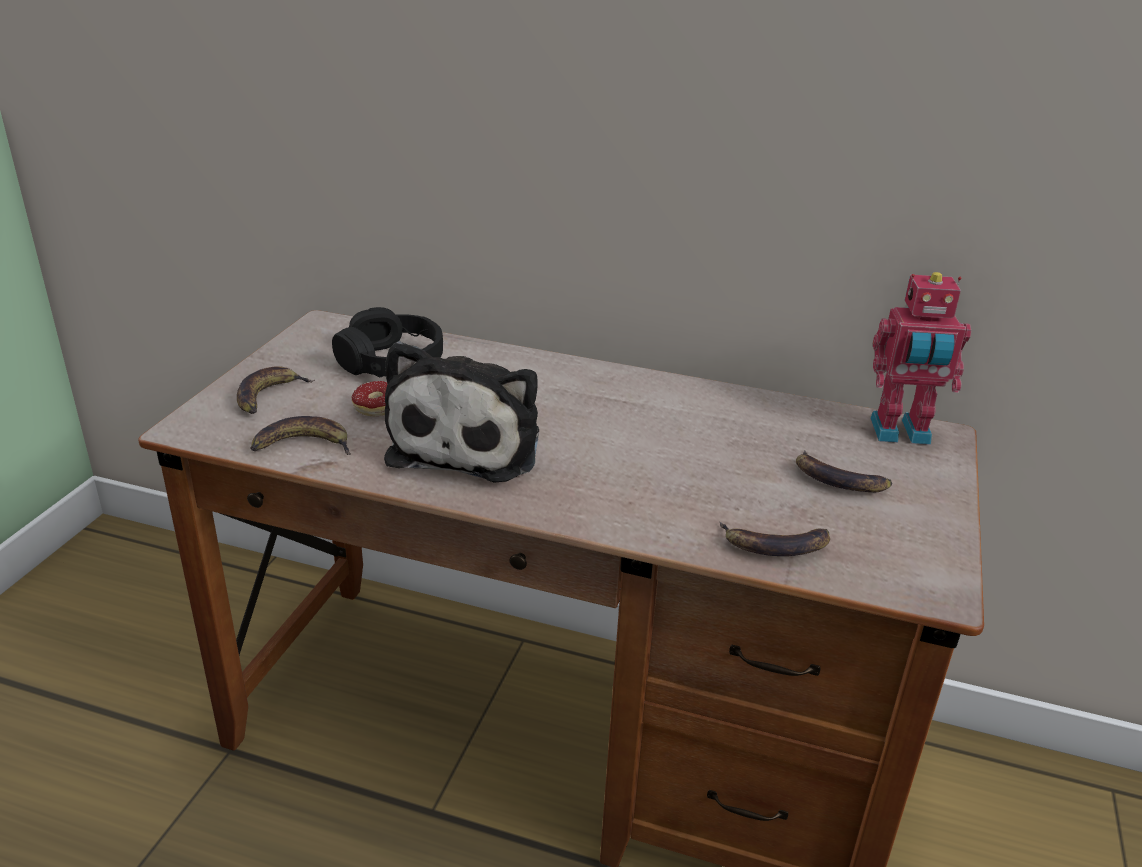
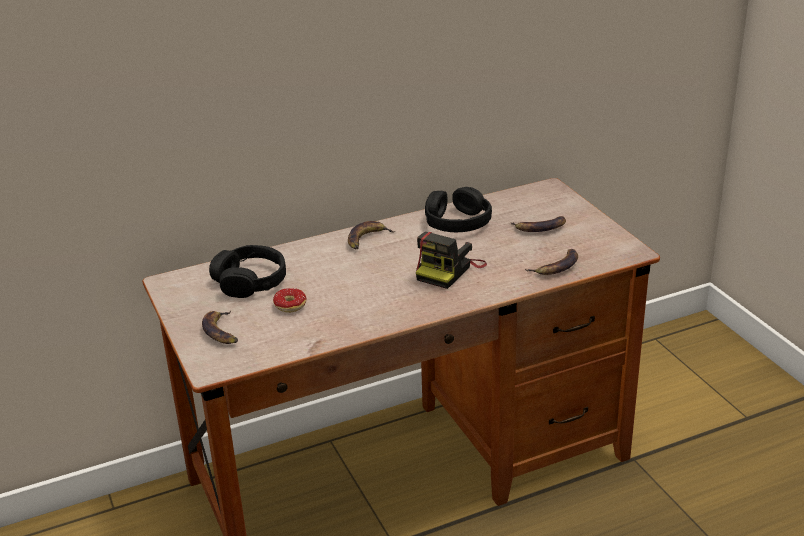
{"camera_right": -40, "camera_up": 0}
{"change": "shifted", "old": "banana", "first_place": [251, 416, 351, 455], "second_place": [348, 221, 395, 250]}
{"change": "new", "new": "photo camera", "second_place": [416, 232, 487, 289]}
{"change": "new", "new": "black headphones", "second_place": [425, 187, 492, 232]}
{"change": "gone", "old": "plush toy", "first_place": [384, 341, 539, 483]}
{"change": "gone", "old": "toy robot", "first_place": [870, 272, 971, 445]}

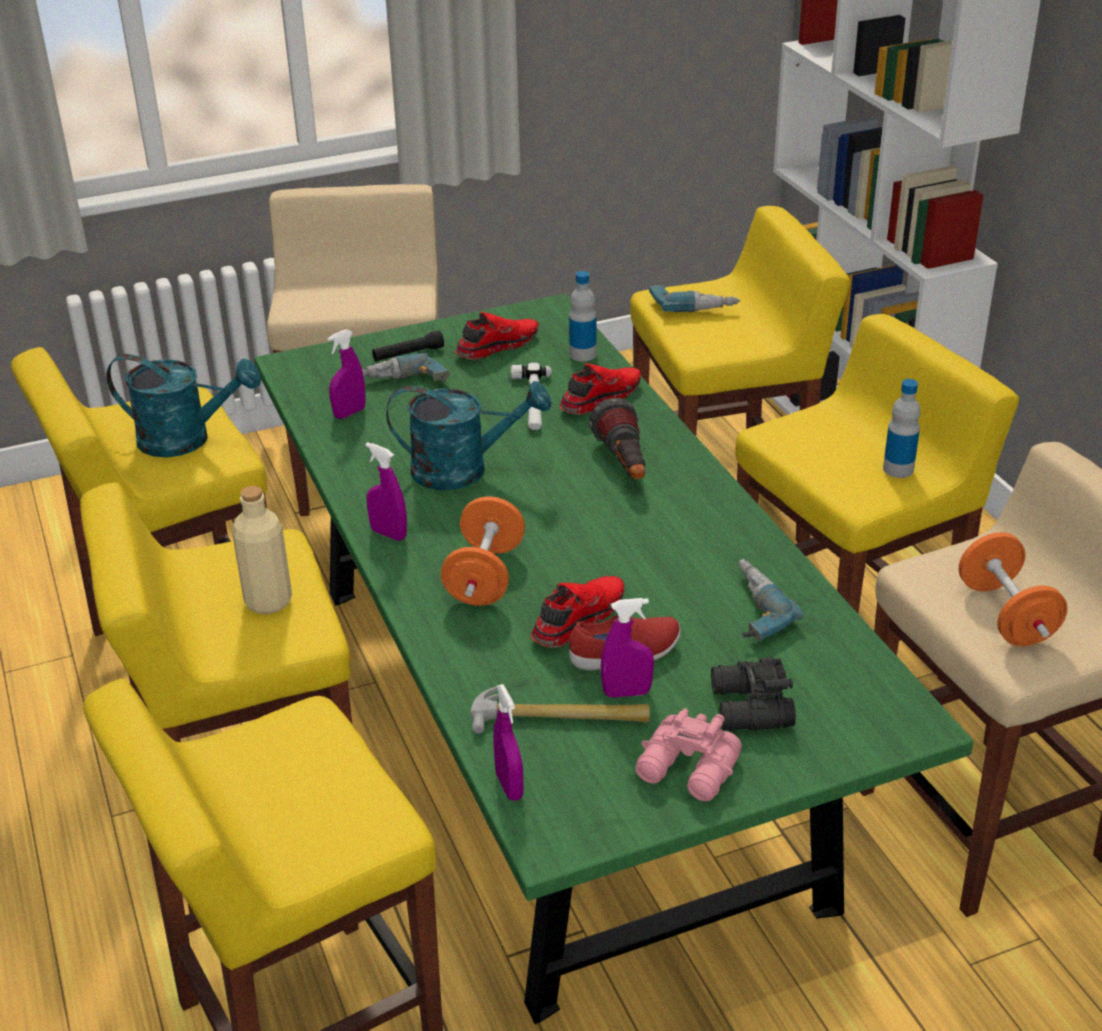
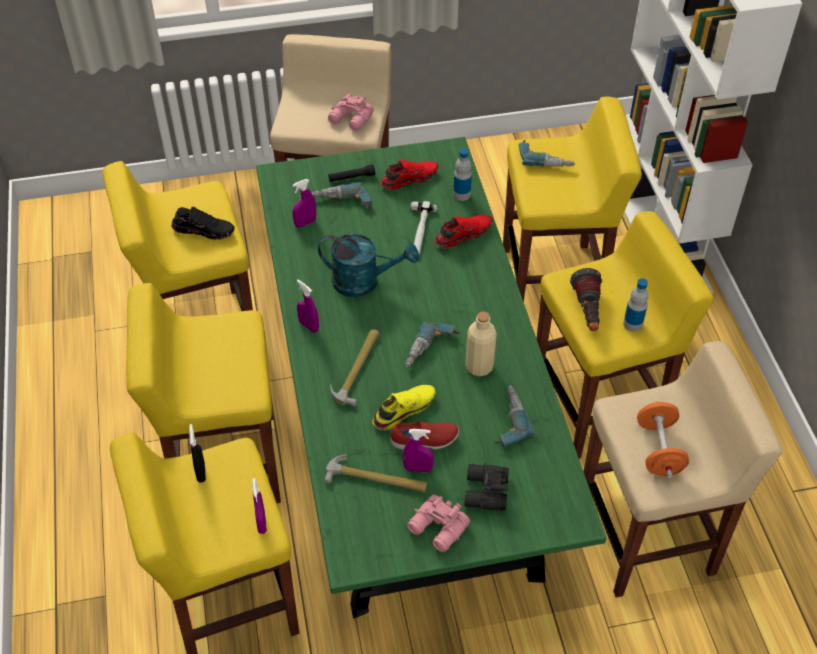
{"camera_right": 10, "camera_up": 15}
{"change": "swapped", "old": "turquoise watering can", "new": "black shoe", "first_place": [106, 354, 261, 457], "second_place": [171, 207, 235, 240]}
{"change": "new", "new": "black spray bottle", "second_place": [189, 424, 206, 483]}
{"change": "shifted", "old": "purple spray bottle", "first_place": [493, 684, 524, 801], "second_place": [252, 478, 267, 534]}
{"change": "new", "new": "pink binoculars", "second_place": [328, 93, 374, 132]}
{"change": "swapped", "old": "orange dumbbell", "new": "hammer", "first_place": [441, 497, 525, 606], "second_place": [330, 329, 379, 406]}
{"change": "repainted", "old": "red shoe", "new": "yellow shoe", "first_place": [531, 576, 625, 648], "second_place": [372, 385, 436, 431]}
{"change": "new", "new": "power drill", "second_place": [405, 321, 460, 368]}
{"change": "shifted", "old": "beige bottle", "first_place": [232, 486, 292, 614], "second_place": [465, 311, 497, 376]}
{"change": "shifted", "old": "flashlight", "first_place": [589, 398, 645, 479], "second_place": [570, 268, 602, 331]}

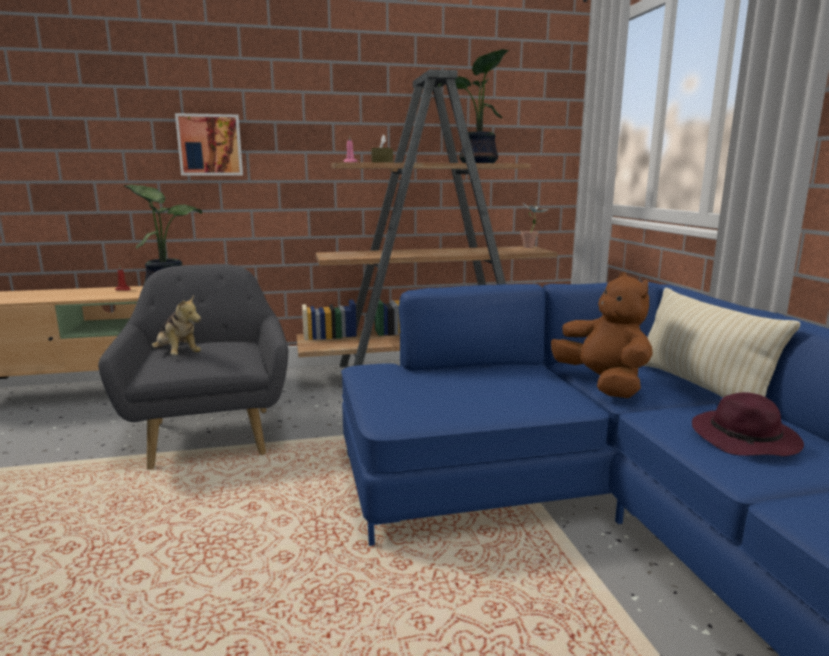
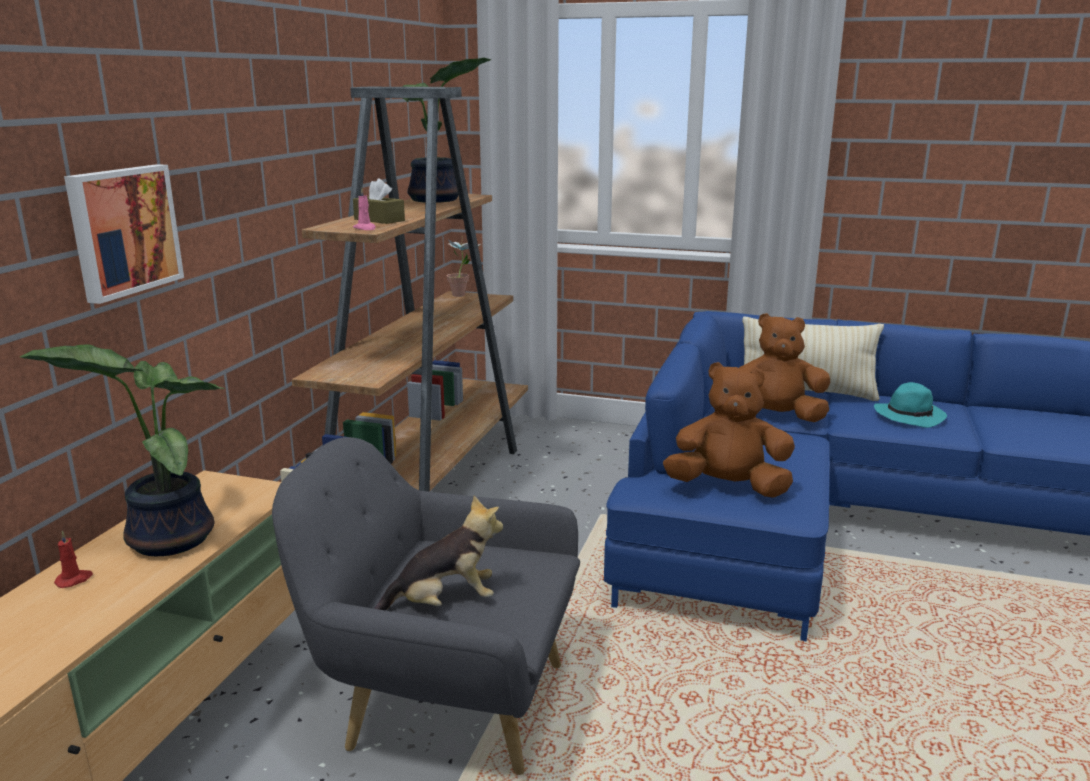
{"camera_right": -60, "camera_up": 5}
{"change": "new", "new": "brown plush toy", "second_place": [663, 362, 795, 498]}
{"change": "repainted", "old": "purple hat", "new": "turquoise hat", "first_place": [692, 392, 804, 456], "second_place": [874, 382, 947, 428]}

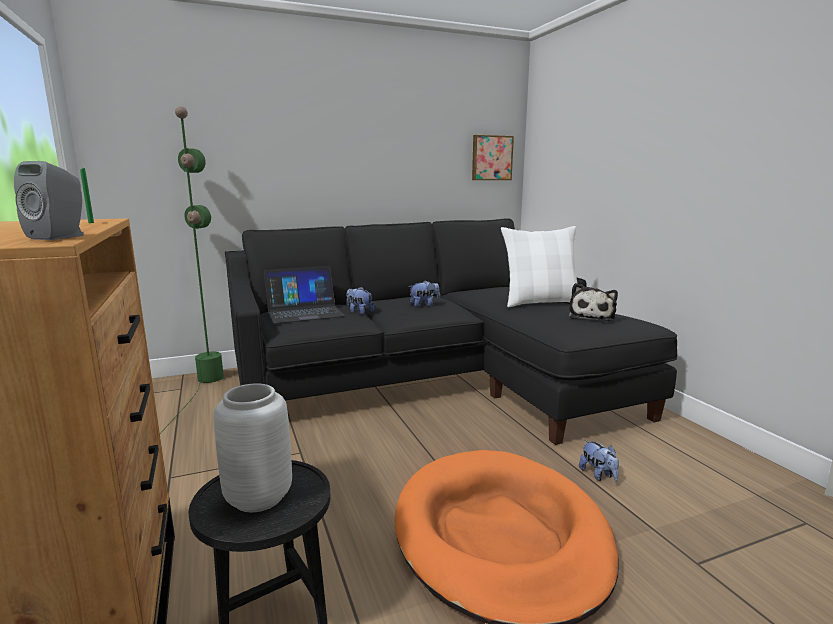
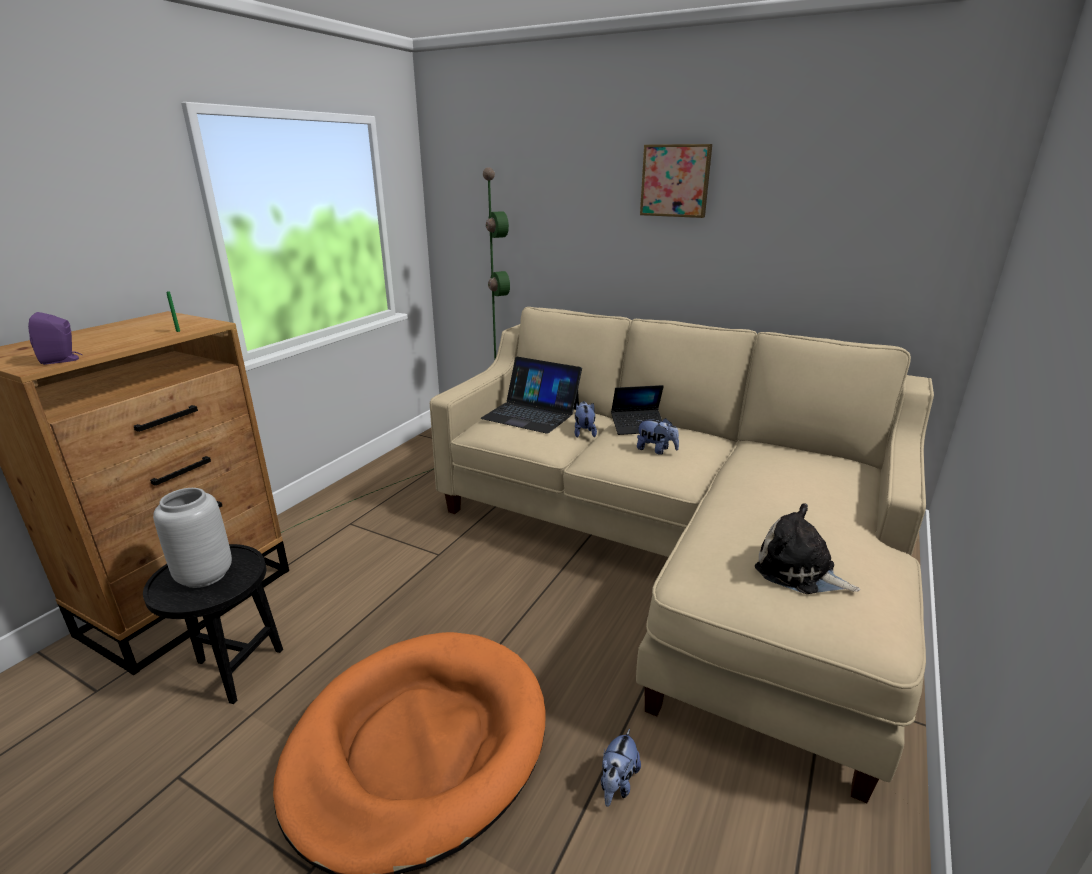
{"camera_right": 50, "camera_up": 10}
{"change": "repainted", "old": "grey speaker", "new": "purple speaker", "first_place": [14, 161, 84, 240], "second_place": [28, 312, 82, 365]}
{"change": "repainted", "old": "black sofa", "new": "beige sofa", "first_place": [225, 218, 677, 445], "second_place": [430, 307, 934, 803]}
{"change": "new", "new": "laptop", "second_place": [611, 385, 664, 435]}
{"change": "shifted", "old": "picture", "first_place": [472, 135, 514, 180], "second_place": [640, 144, 712, 218]}
{"change": "rotated", "old": "plush toy", "first_place": [569, 283, 618, 321], "second_place": [755, 503, 860, 594], "degrees": 60}
{"change": "gone", "old": "white pillow", "first_place": [501, 226, 577, 307]}

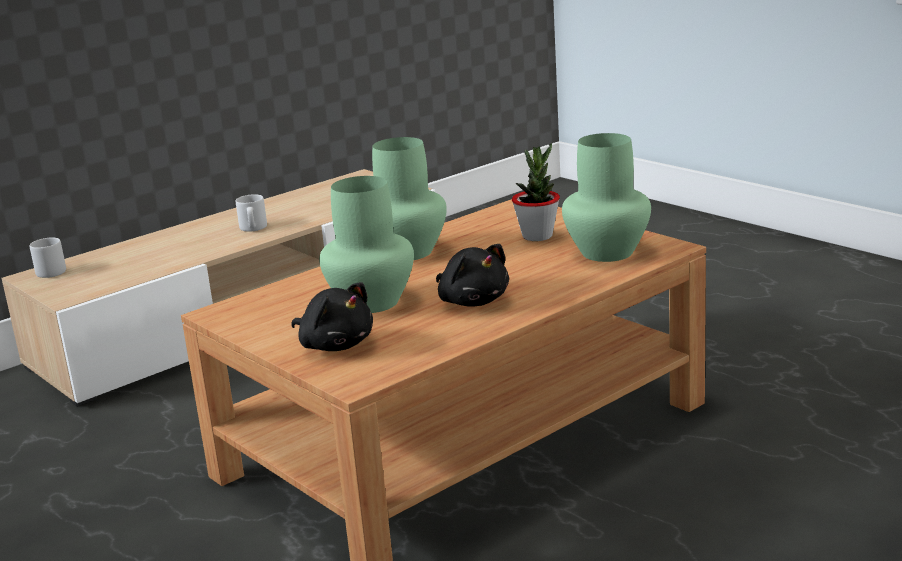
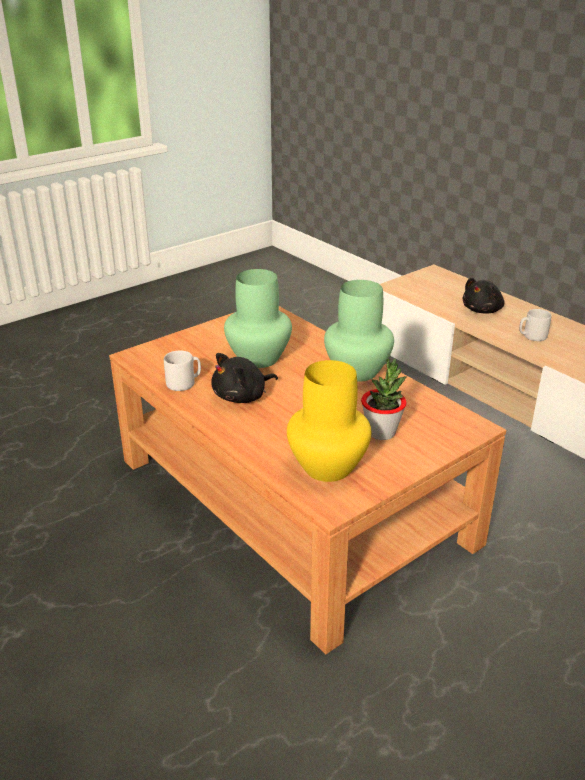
{"camera_right": 90, "camera_up": 10}
{"change": "shifted", "old": "grey mug", "first_place": [30, 238, 66, 278], "second_place": [164, 351, 201, 391]}
{"change": "repainted", "old": "green vase", "new": "yellow vase", "first_place": [562, 133, 651, 262], "second_place": [287, 360, 371, 482]}
{"change": "shifted", "old": "black plush toy", "first_place": [291, 282, 373, 351], "second_place": [462, 278, 505, 314]}

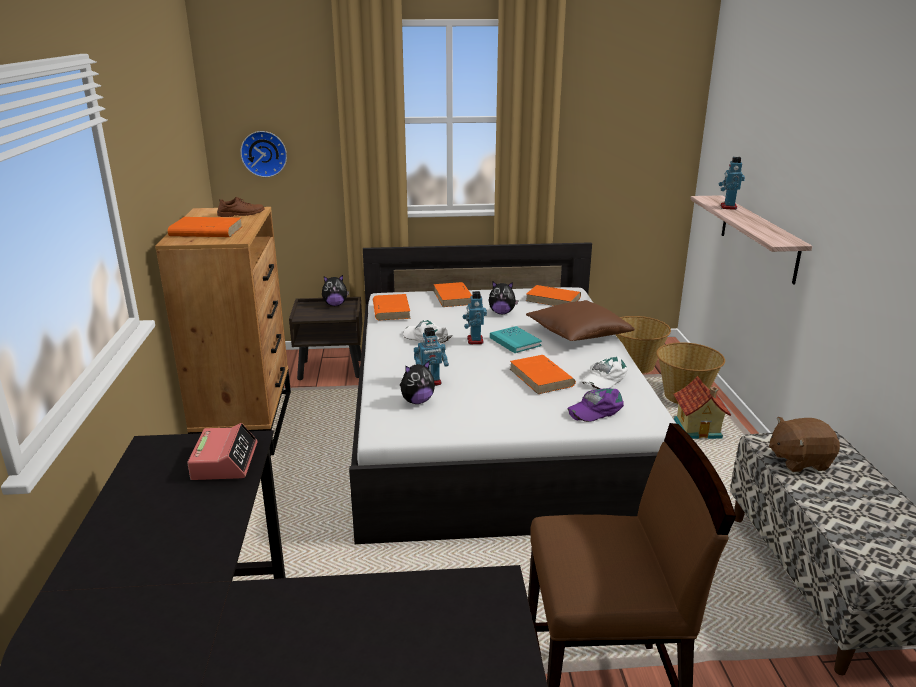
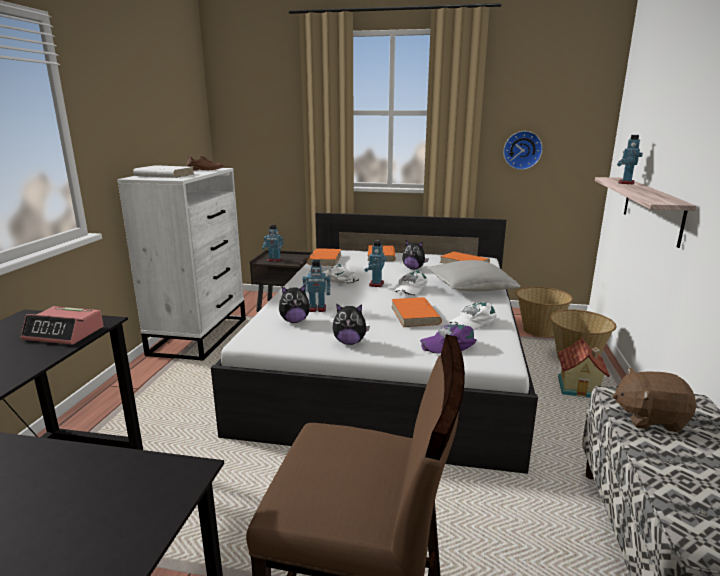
{"camera_right": 15, "camera_up": -5}
{"change": "rotated", "old": "alarm clock", "first_place": [187, 423, 258, 480], "second_place": [21, 306, 104, 345], "degrees": 90}
{"change": "repainted", "old": "brown dresser", "new": "white dresser", "first_place": [155, 207, 291, 455], "second_place": [117, 168, 246, 361]}
{"change": "repainted", "old": "orange book", "new": "white book", "first_place": [168, 217, 243, 237], "second_place": [133, 165, 194, 178]}
{"change": "new", "new": "toy robot", "second_place": [262, 225, 284, 262]}
{"change": "shifted", "old": "plush toy", "first_place": [322, 275, 349, 306], "second_place": [333, 304, 370, 345]}
{"change": "swapped", "old": "turquoise book", "new": "white cap", "first_place": [490, 326, 542, 353], "second_place": [394, 270, 428, 296]}
{"change": "repainted", "old": "brown pillow", "new": "grey pillow", "first_place": [526, 300, 635, 341], "second_place": [428, 260, 520, 291]}
{"change": "shifted", "old": "wall clock", "first_place": [240, 131, 287, 177], "second_place": [503, 131, 543, 170]}

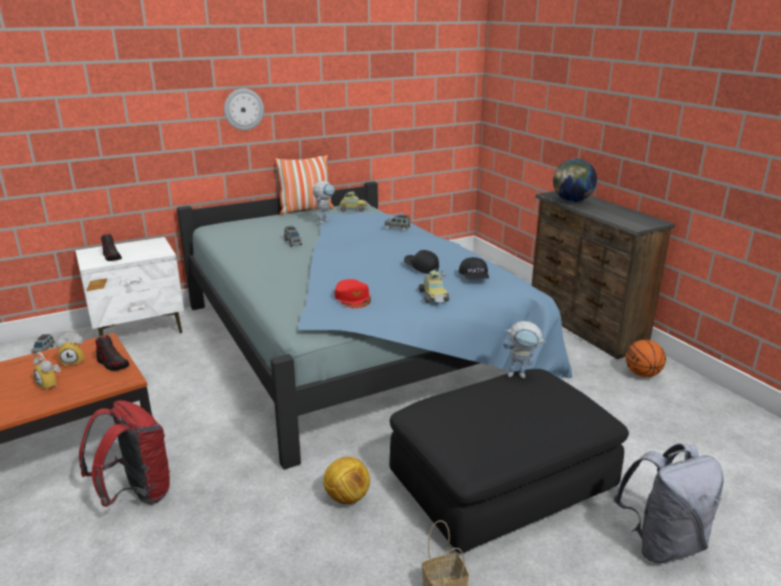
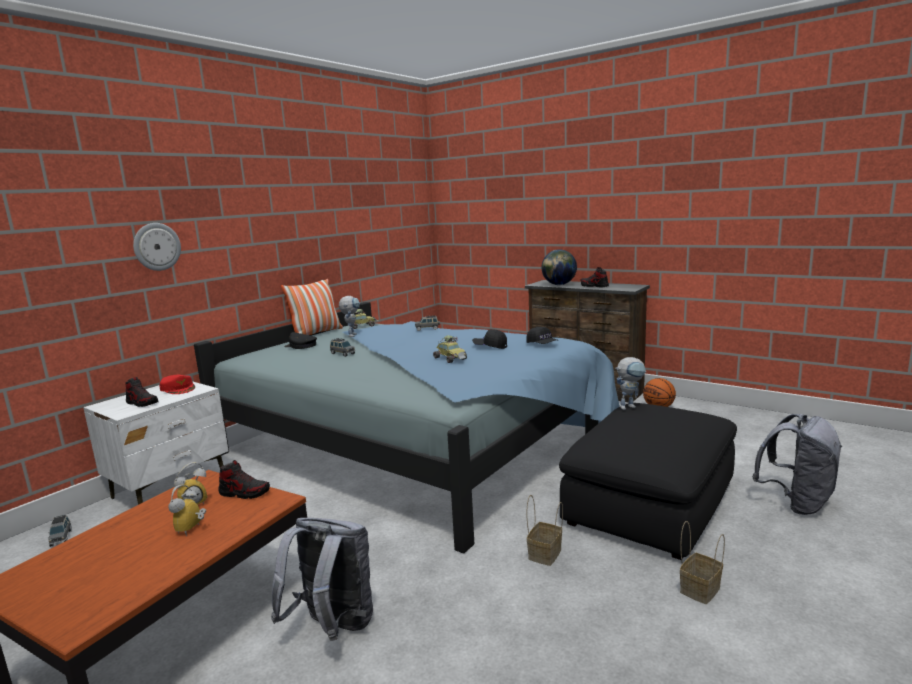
{"camera_right": -25, "camera_up": -10}
{"change": "shifted", "old": "wall clock", "first_place": [224, 89, 264, 130], "second_place": [133, 223, 181, 271]}
{"change": "shifted", "old": "red cap", "first_place": [334, 279, 371, 308], "second_place": [159, 375, 195, 394]}
{"change": "rotated", "old": "alarm clock", "first_place": [33, 352, 61, 390], "second_place": [168, 485, 206, 536], "degrees": 90}
{"change": "repainted", "old": "red backpack", "new": "grey backpack", "first_place": [79, 400, 171, 507], "second_place": [271, 518, 373, 641]}
{"change": "new", "new": "black cap", "second_place": [284, 332, 317, 349]}
{"change": "shifted", "old": "toy car", "first_place": [419, 270, 449, 303], "second_place": [433, 335, 467, 363]}
{"change": "swapped", "old": "football", "new": "basket", "first_place": [323, 457, 370, 504], "second_place": [527, 495, 563, 566]}
{"change": "new", "new": "shoe", "second_place": [581, 267, 609, 288]}

